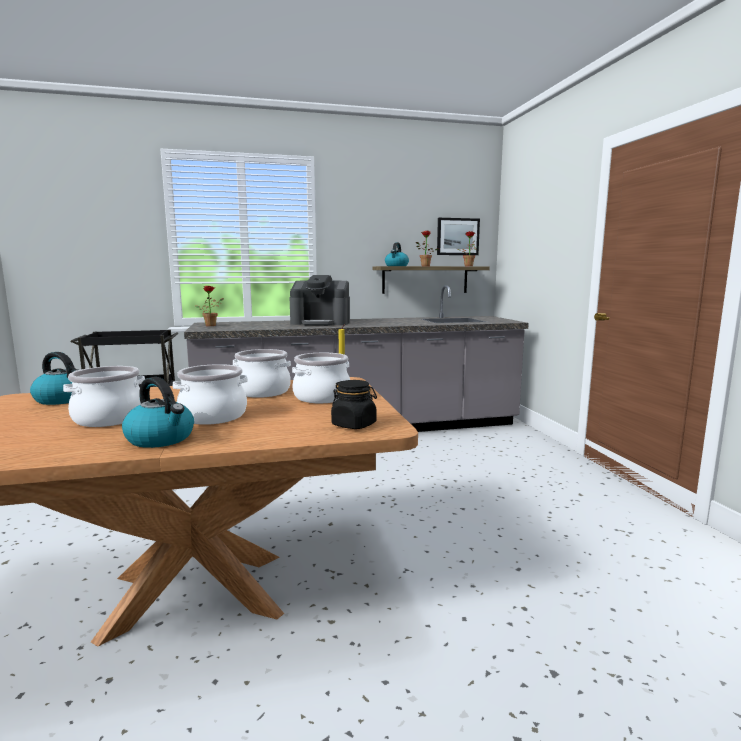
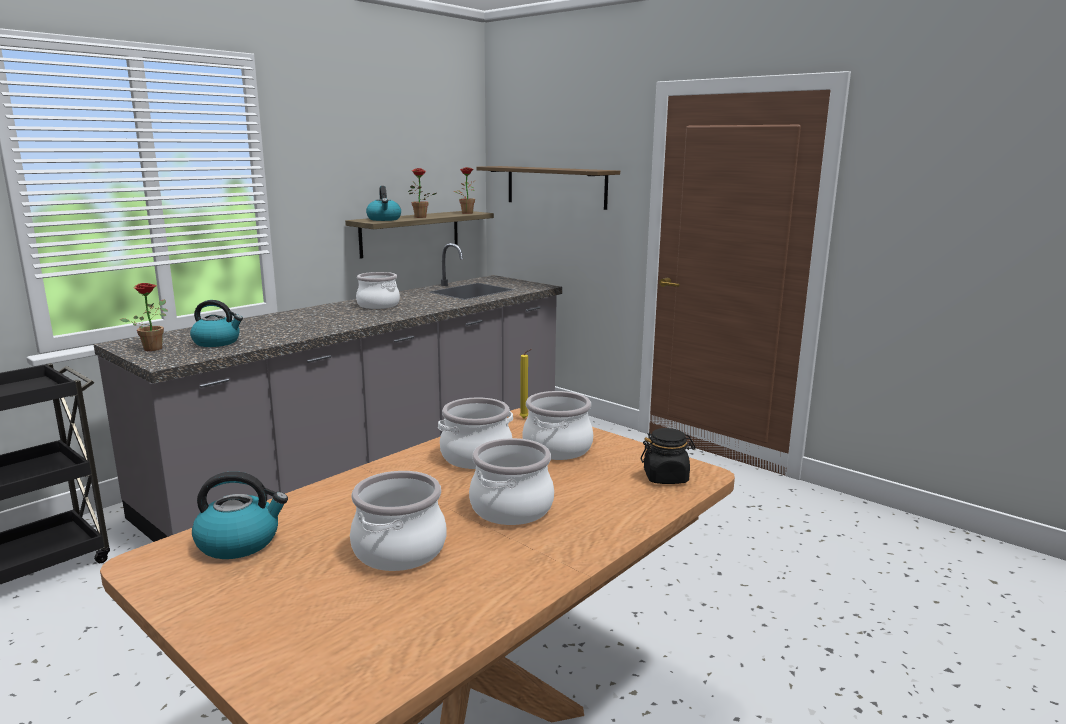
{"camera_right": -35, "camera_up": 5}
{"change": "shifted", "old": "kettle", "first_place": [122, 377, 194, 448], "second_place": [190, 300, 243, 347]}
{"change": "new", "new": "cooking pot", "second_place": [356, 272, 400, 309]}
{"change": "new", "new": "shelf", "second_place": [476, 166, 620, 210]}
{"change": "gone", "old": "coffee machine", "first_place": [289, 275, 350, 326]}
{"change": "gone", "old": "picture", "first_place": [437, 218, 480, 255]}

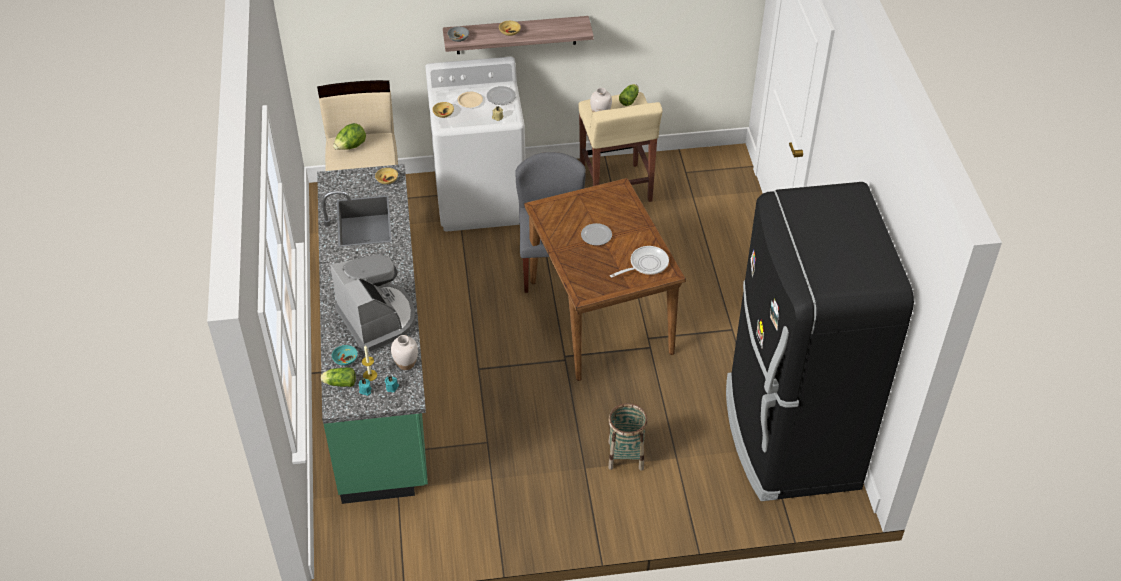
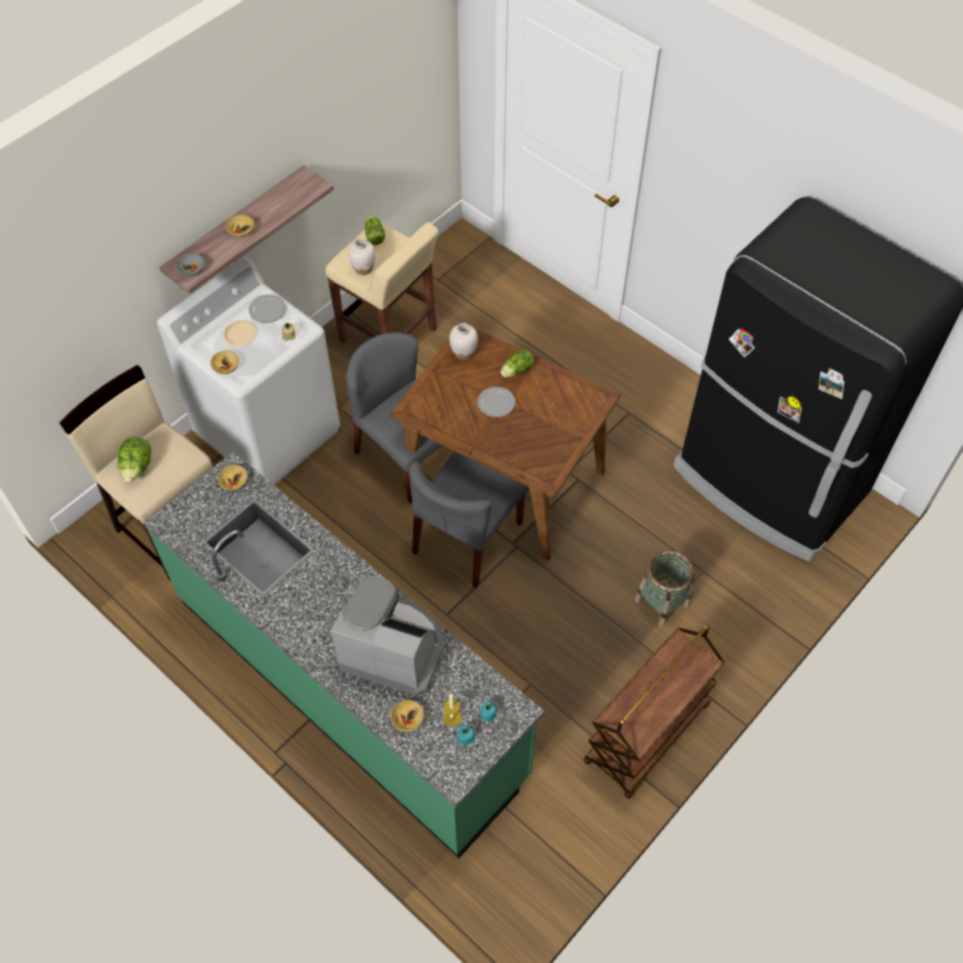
{"camera_right": -40, "camera_up": 10}
{"change": "repainted", "old": "turquoise bowl", "new": "beige bowl", "first_place": [332, 345, 358, 366], "second_place": [391, 700, 424, 732]}
{"change": "new", "new": "grey chair", "second_place": [409, 451, 529, 588]}
{"change": "shifted", "old": "white vase", "first_place": [391, 335, 418, 370], "second_place": [449, 323, 478, 360]}
{"change": "shifted", "old": "lettuce", "first_place": [321, 367, 356, 387], "second_place": [501, 349, 534, 378]}
{"change": "new", "new": "brown cart", "second_place": [584, 625, 725, 799]}
{"change": "gone", "old": "frying pan", "first_place": [610, 246, 669, 278]}

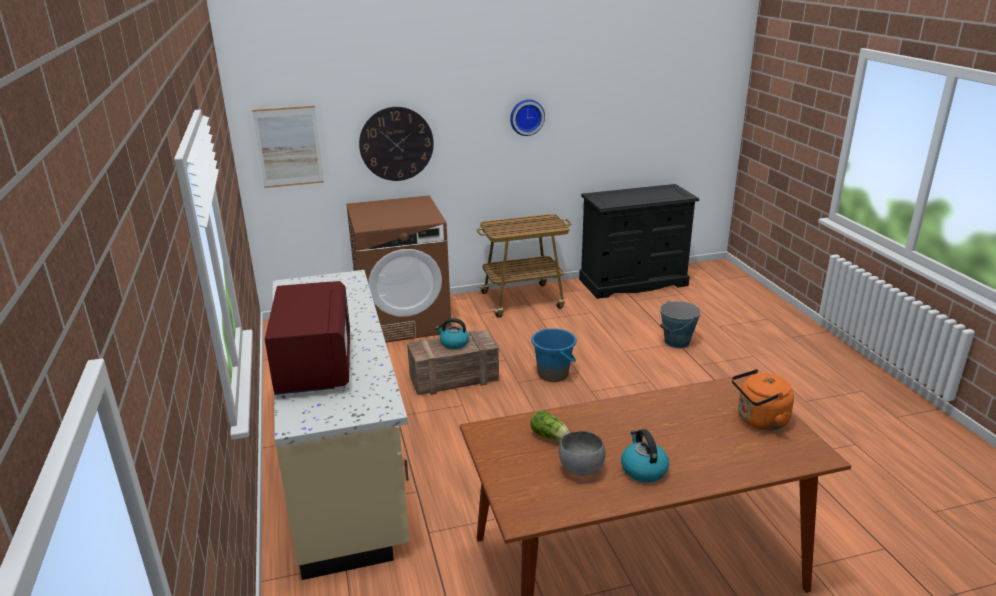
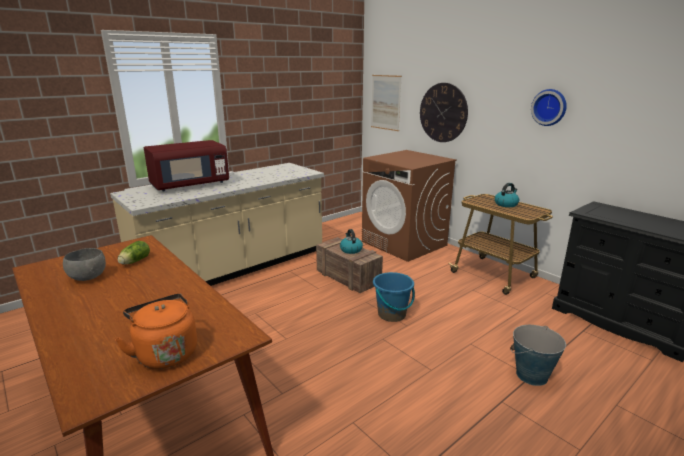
{"camera_right": 65, "camera_up": -5}
{"change": "shifted", "old": "kettle", "first_place": [621, 429, 669, 482], "second_place": [495, 183, 519, 207]}

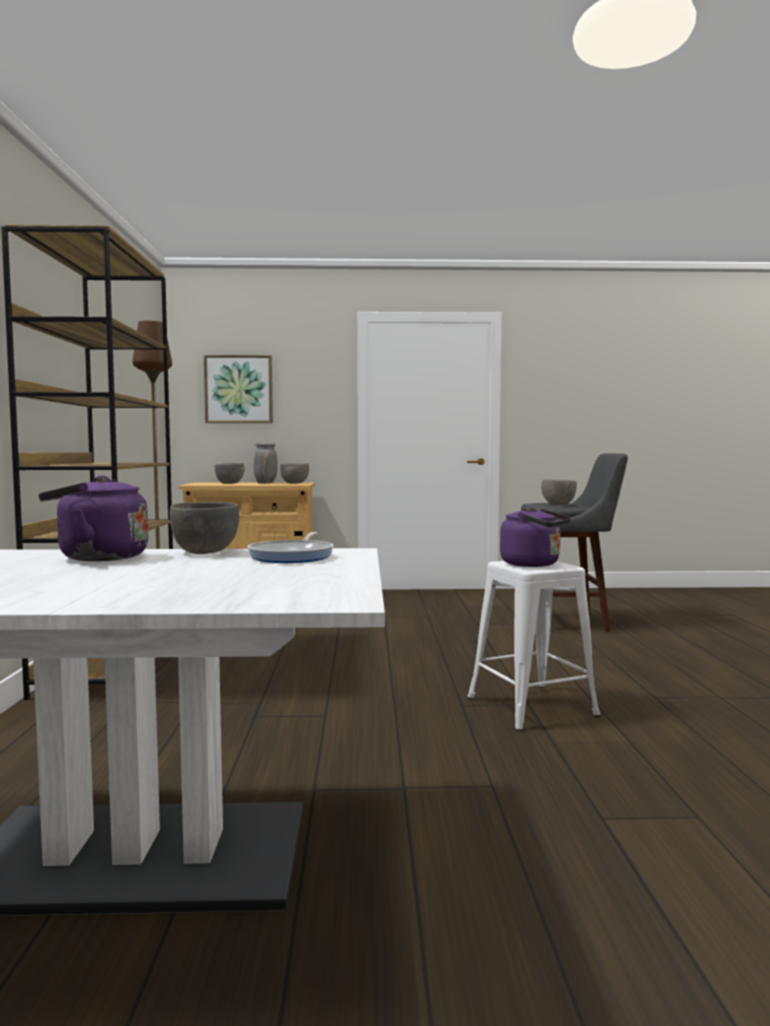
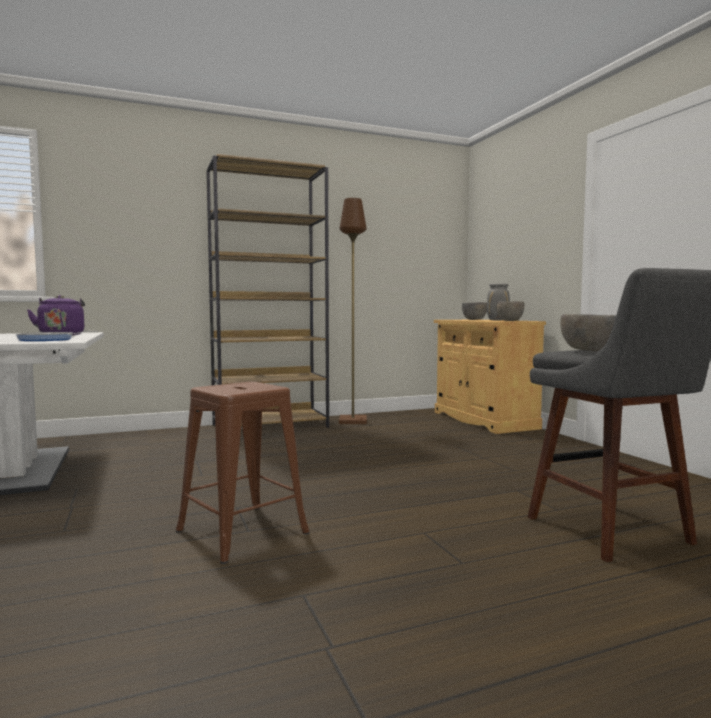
{"camera_right": 70, "camera_up": 0}
{"change": "repainted", "old": "white stool", "new": "brown stool", "first_place": [467, 561, 600, 731], "second_place": [176, 382, 309, 564]}
{"change": "gone", "old": "grey bowl", "first_place": [169, 502, 239, 554]}
{"change": "gone", "old": "picture", "first_place": [204, 355, 273, 423]}
{"change": "gone", "old": "purple kettle", "first_place": [500, 507, 571, 567]}

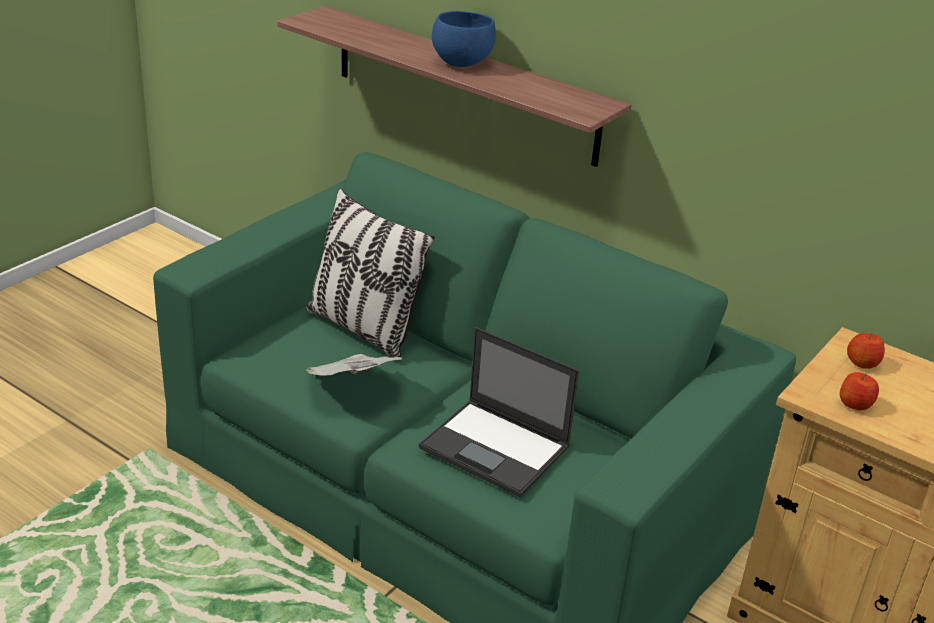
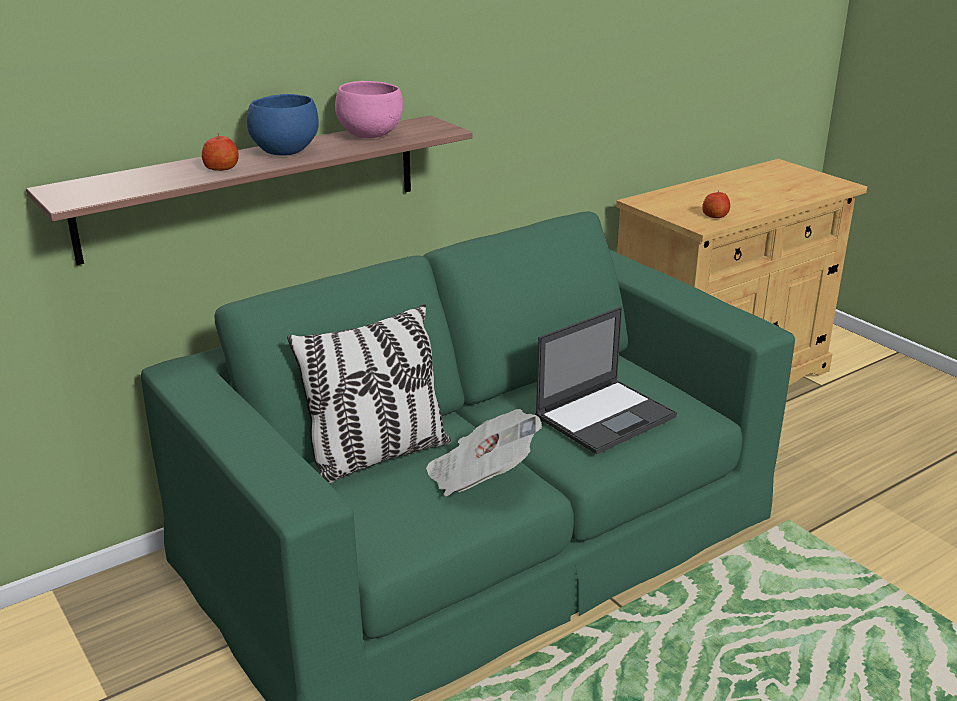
{"camera_right": -70, "camera_up": -5}
{"change": "shifted", "old": "apple", "first_place": [847, 333, 885, 369], "second_place": [202, 133, 239, 171]}
{"change": "new", "new": "pink bowl", "second_place": [335, 81, 403, 138]}

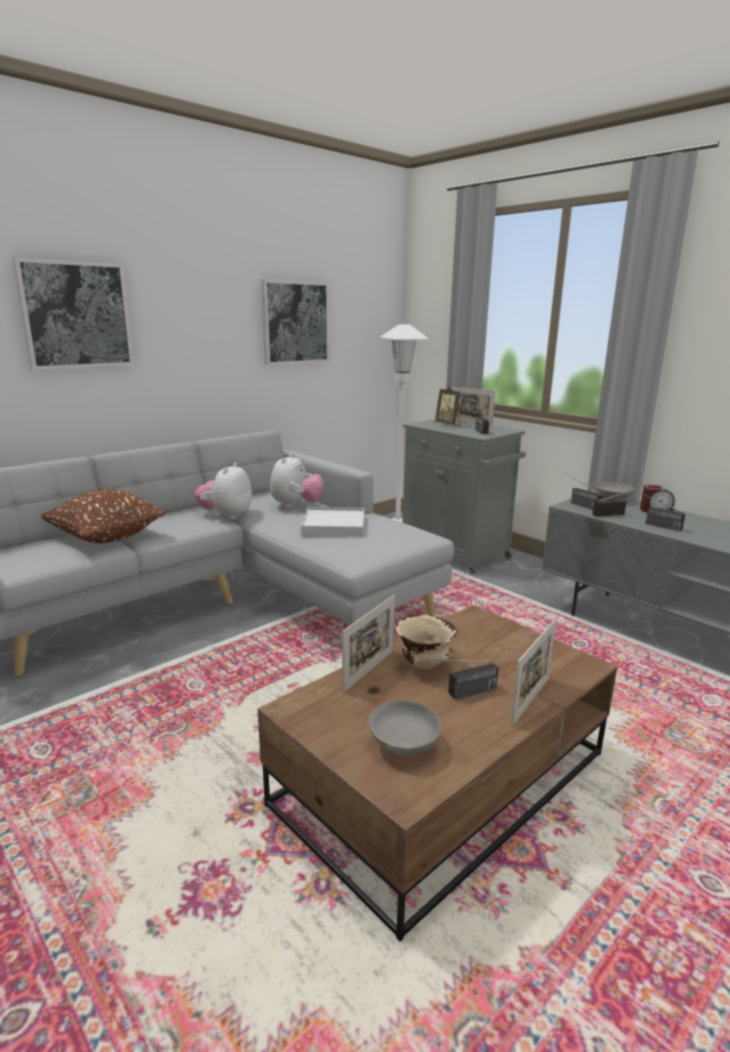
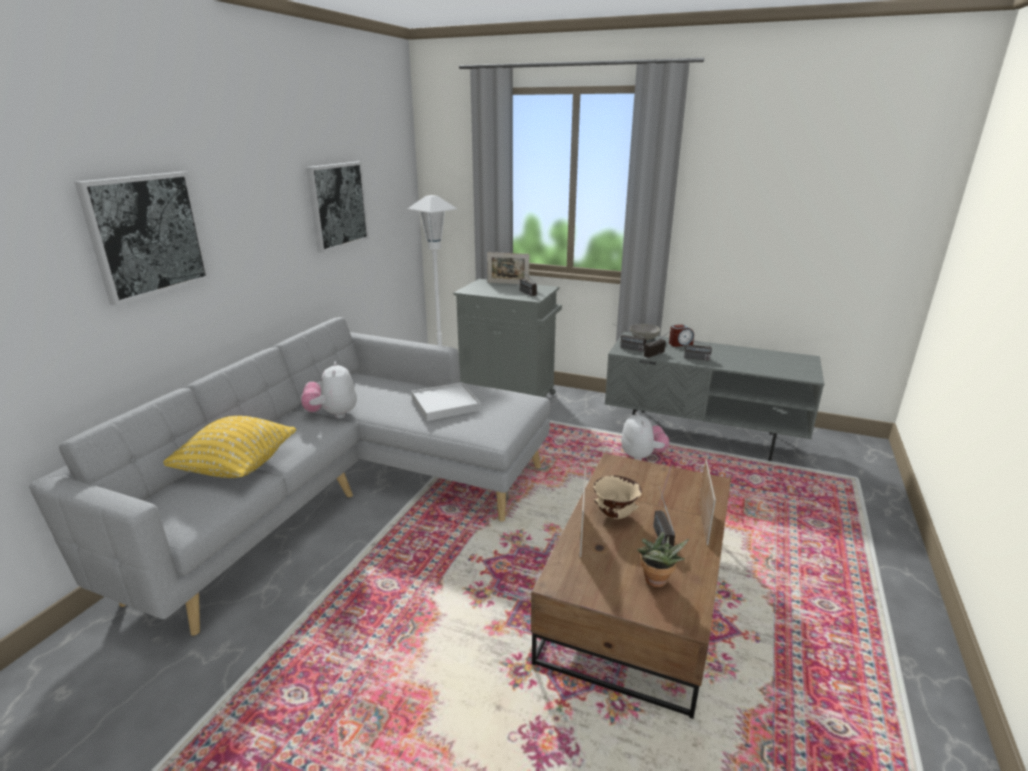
{"camera_right": -25, "camera_up": 5}
{"change": "repainted", "old": "brown pillow", "new": "yellow pillow", "first_place": [41, 489, 166, 543], "second_place": [163, 416, 296, 478]}
{"change": "shifted", "old": "plush toy", "first_place": [270, 453, 324, 508], "second_place": [621, 412, 669, 460]}
{"change": "swapped", "old": "grey bowl", "new": "potted plant", "first_place": [369, 700, 442, 757], "second_place": [637, 532, 689, 587]}
{"change": "rotated", "old": "radio", "first_place": [427, 660, 499, 700], "second_place": [653, 486, 675, 546], "degrees": 135}
{"change": "gone", "old": "picture frame", "first_place": [435, 386, 460, 425]}

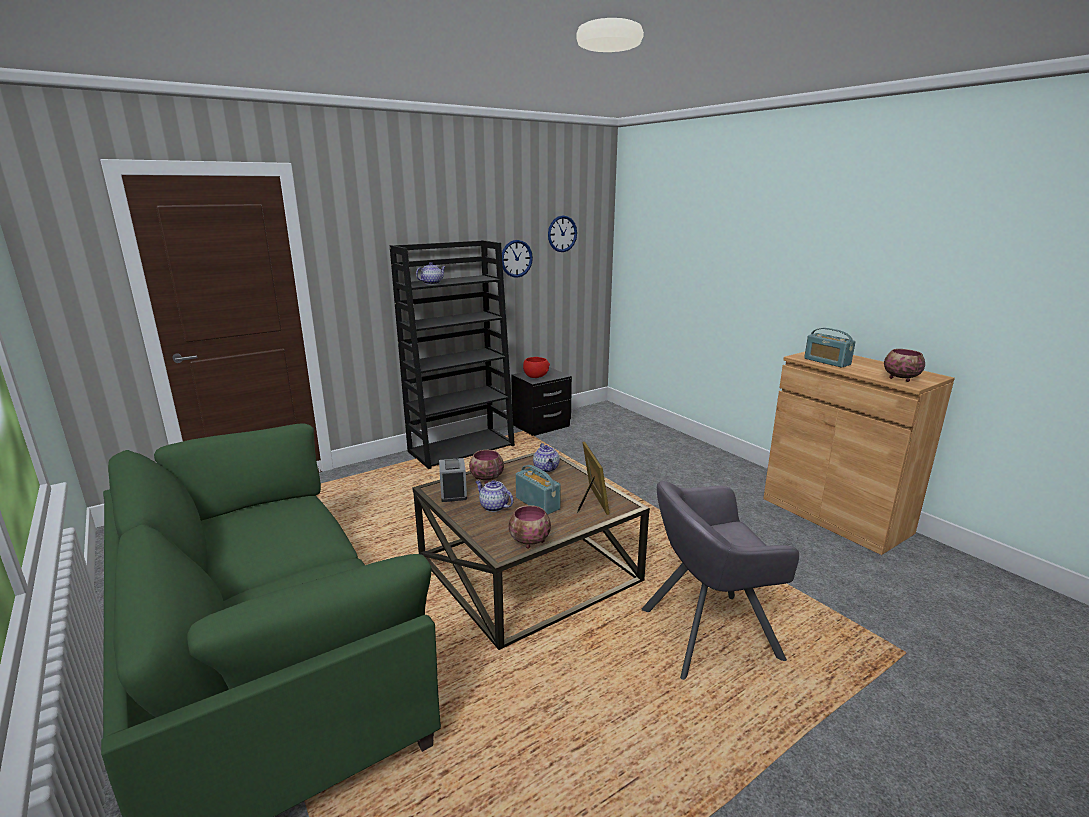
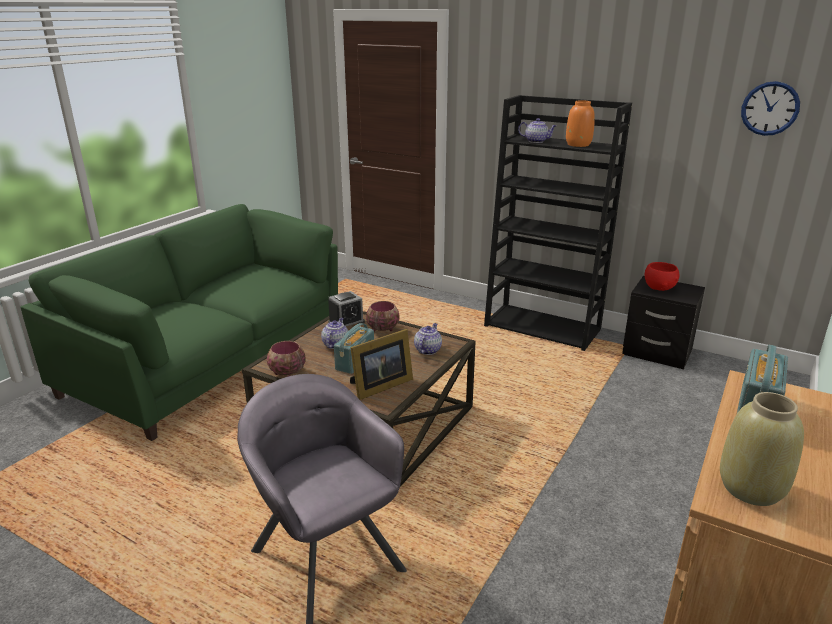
{"camera_right": 65, "camera_up": 5}
{"change": "rotated", "old": "teapot", "first_place": [533, 443, 560, 472], "second_place": [414, 323, 442, 355], "degrees": 150}
{"change": "new", "new": "orange vase", "second_place": [566, 100, 595, 147]}
{"change": "swapped", "old": "bowl", "new": "beige vase", "first_place": [884, 349, 925, 382], "second_place": [720, 392, 804, 506]}
{"change": "gone", "old": "wall clock", "first_place": [502, 240, 533, 278]}

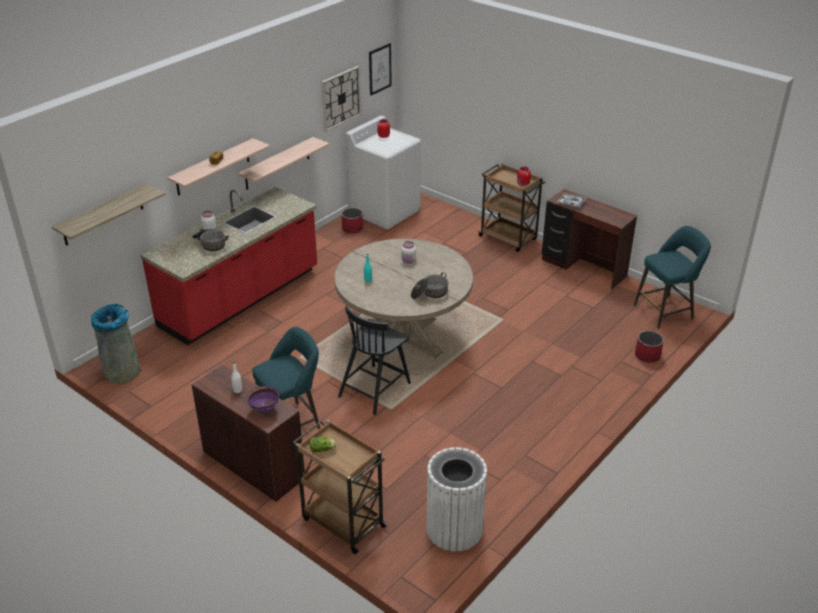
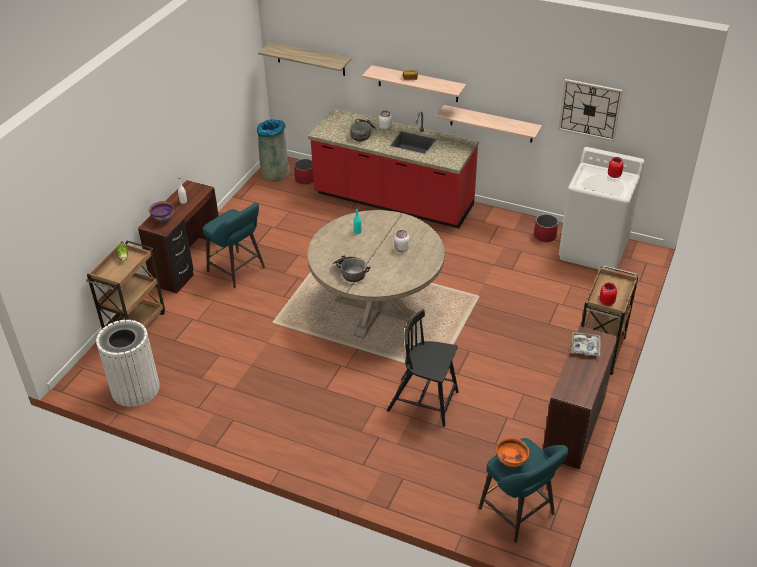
{"camera_right": 75, "camera_up": 5}
{"change": "shifted", "old": "red planter", "first_place": [635, 331, 664, 363], "second_place": [294, 159, 314, 185]}
{"change": "shifted", "old": "black chair", "first_place": [338, 305, 411, 415], "second_place": [387, 309, 459, 427]}
{"change": "new", "new": "orange bowl", "second_place": [496, 438, 529, 467]}
{"change": "gone", "old": "picture", "first_place": [369, 43, 392, 96]}

